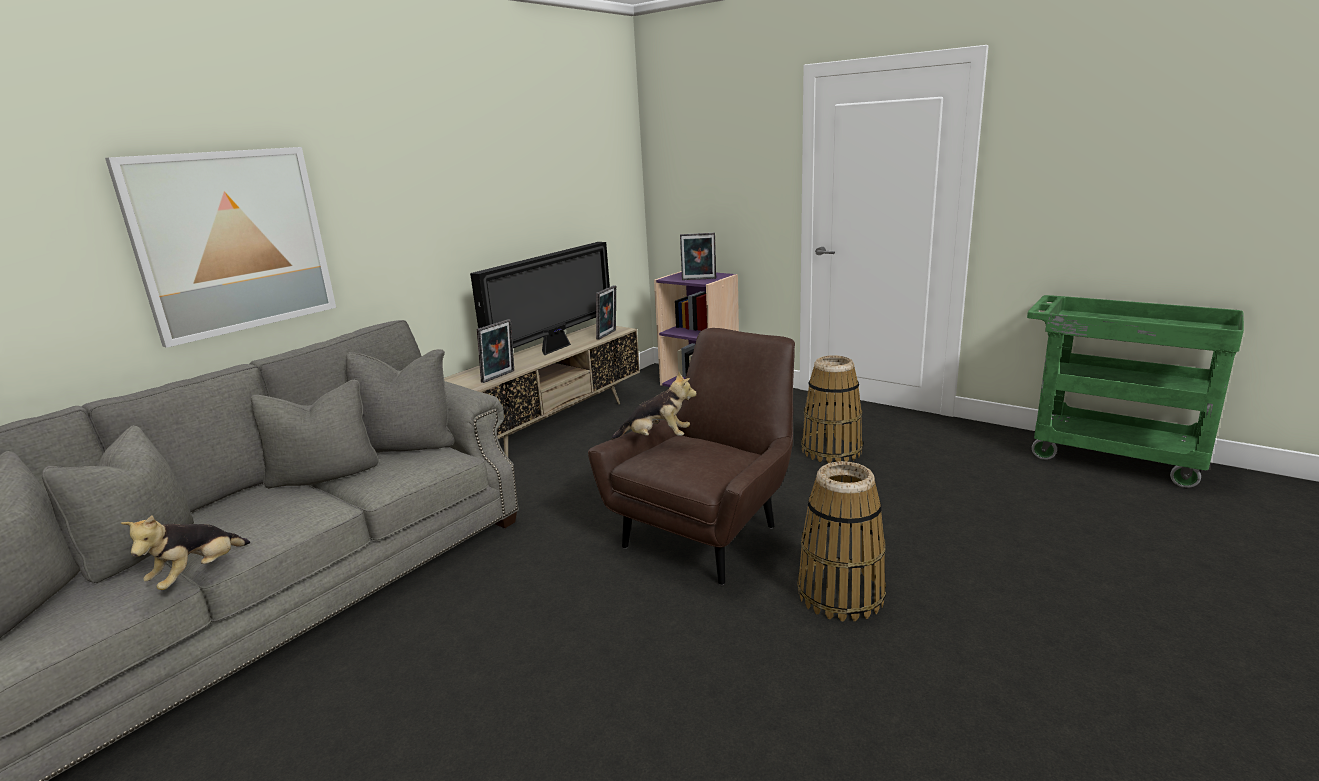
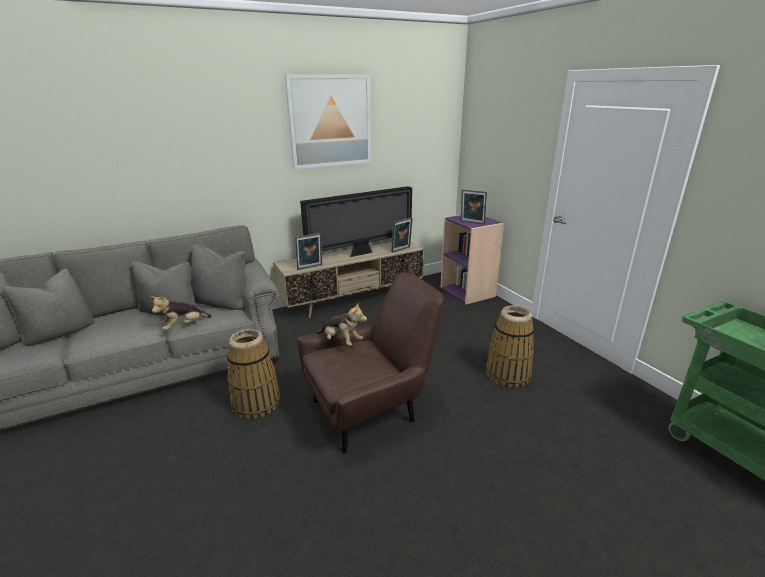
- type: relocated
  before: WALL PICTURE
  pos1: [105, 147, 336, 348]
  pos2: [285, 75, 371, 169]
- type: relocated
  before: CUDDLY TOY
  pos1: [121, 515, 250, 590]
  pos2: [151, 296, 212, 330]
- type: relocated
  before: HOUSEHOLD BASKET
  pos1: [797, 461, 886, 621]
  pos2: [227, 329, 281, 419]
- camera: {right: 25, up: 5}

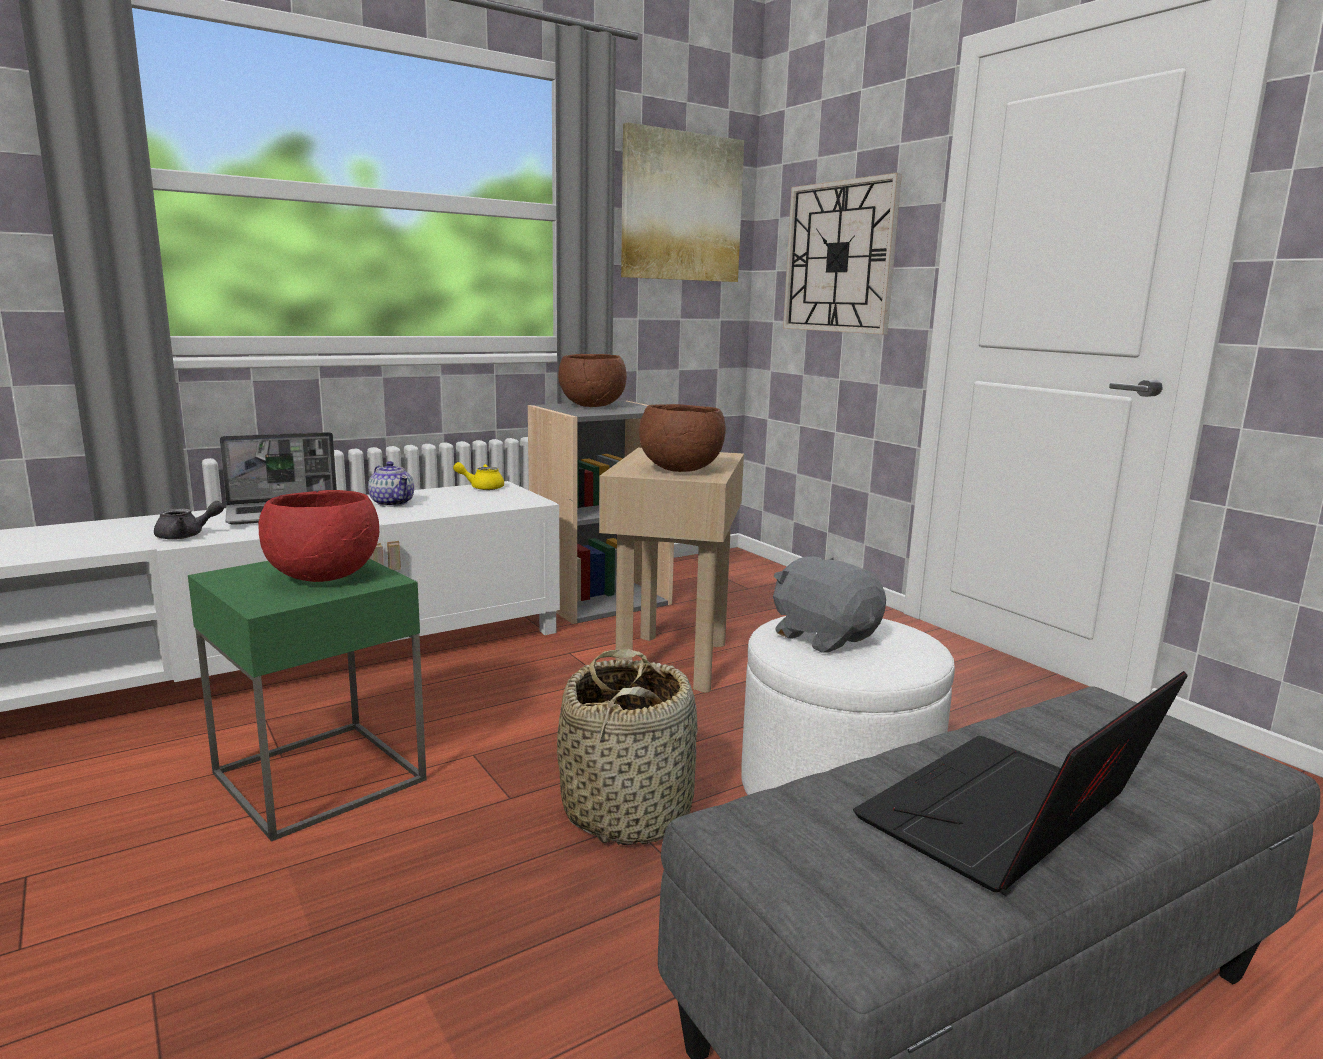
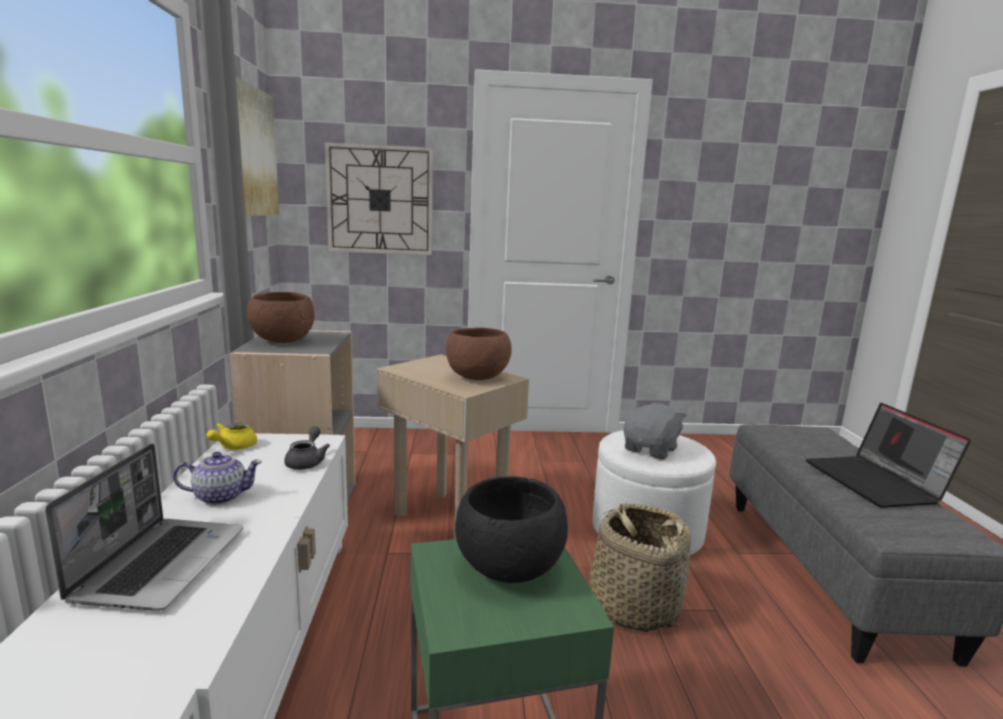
- type: relocated
  before: GREY POT FOR TEA
  pos1: [154, 501, 224, 540]
  pos2: [284, 426, 330, 470]
- type: colour
  before: REDDISH BOWL
  after: BLACK BOWL
  pos1: [258, 490, 379, 582]
  pos2: [455, 476, 568, 583]
- type: spun
  before: GREY CUDDLY TOY
  pos1: [773, 556, 886, 653]
  pos2: [623, 403, 687, 459]
  turn: 135
- camera: {right: -60, up: 0}

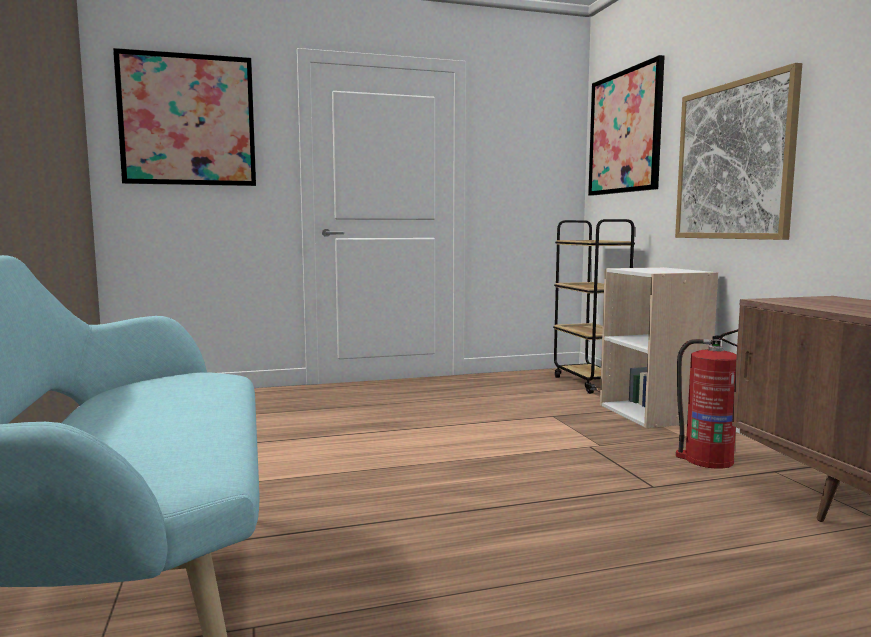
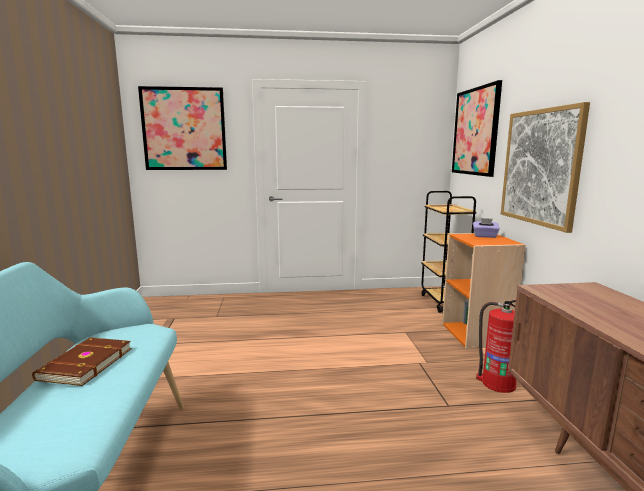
- type: appeared
  after: BROWN-COLOURED BOOK
  pos2: [32, 337, 132, 386]
- type: appeared
  after: PURPLE-COLOURED BOX OF TISSUES
  pos2: [473, 218, 500, 238]
- type: colour
  before: WHITE-COLOURED BOOKSHELF
  after: ORANGE-COLOURED BOOKSHELF
  pos1: [600, 267, 718, 428]
  pos2: [442, 233, 526, 349]
- camera: {right: 10, up: 5}

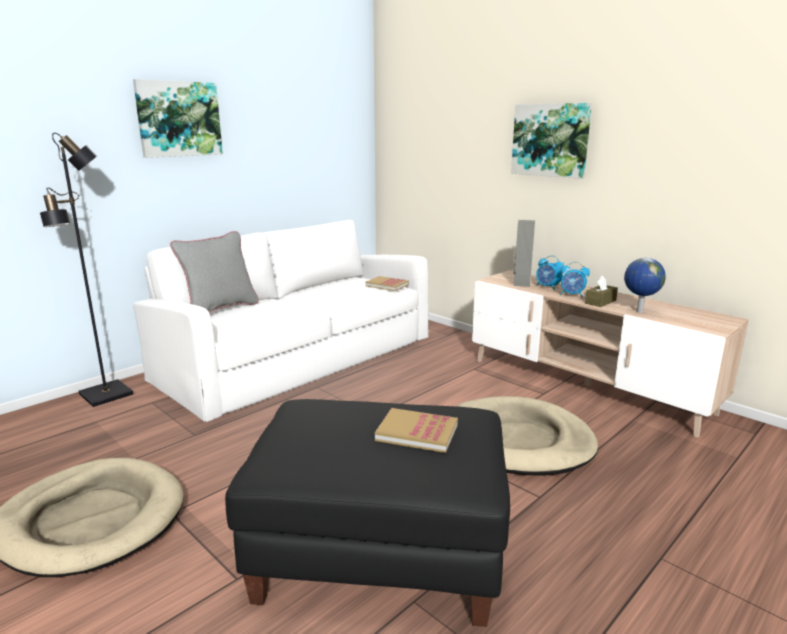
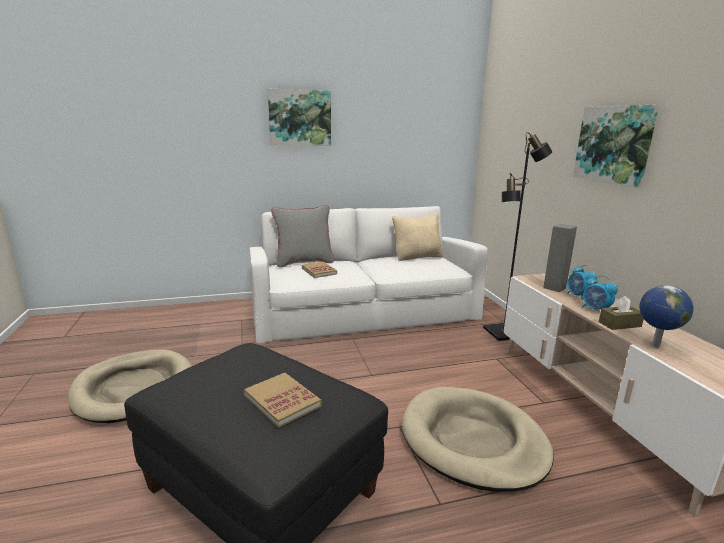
- type: appeared
  after: BEIGE-COLOURED CUSHION
  pos2: [392, 213, 444, 261]
- type: relocated
  before: BLACK STANDARD LAMP
  pos1: [40, 133, 133, 407]
  pos2: [483, 132, 553, 341]
- type: relocated
  before: BOOK
  pos1: [365, 276, 409, 291]
  pos2: [302, 262, 337, 278]
- camera: {right: 30, up: 0}

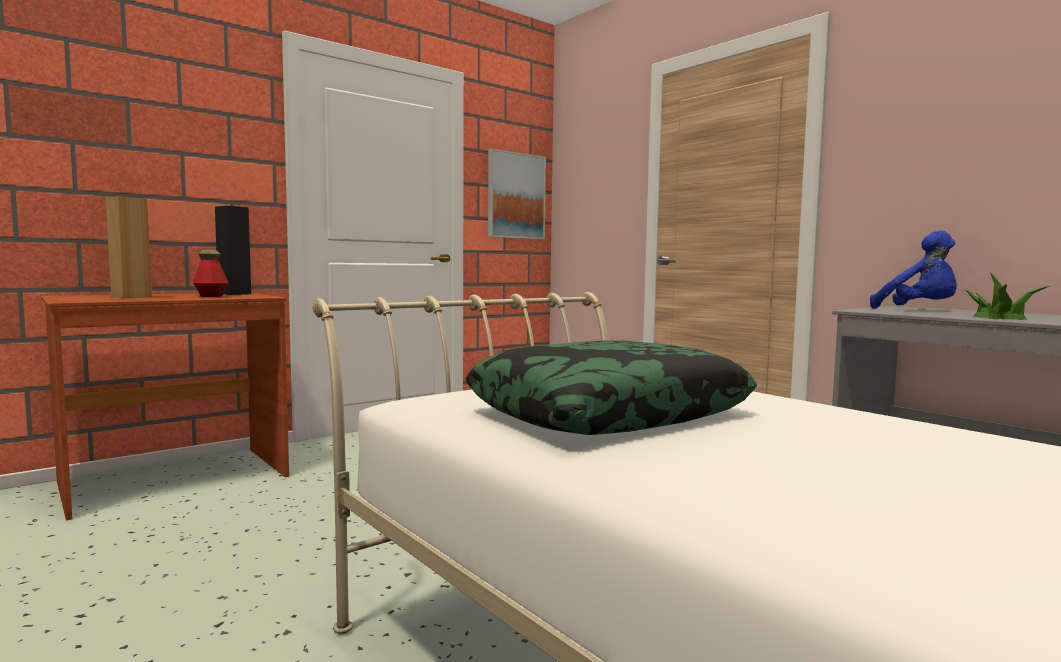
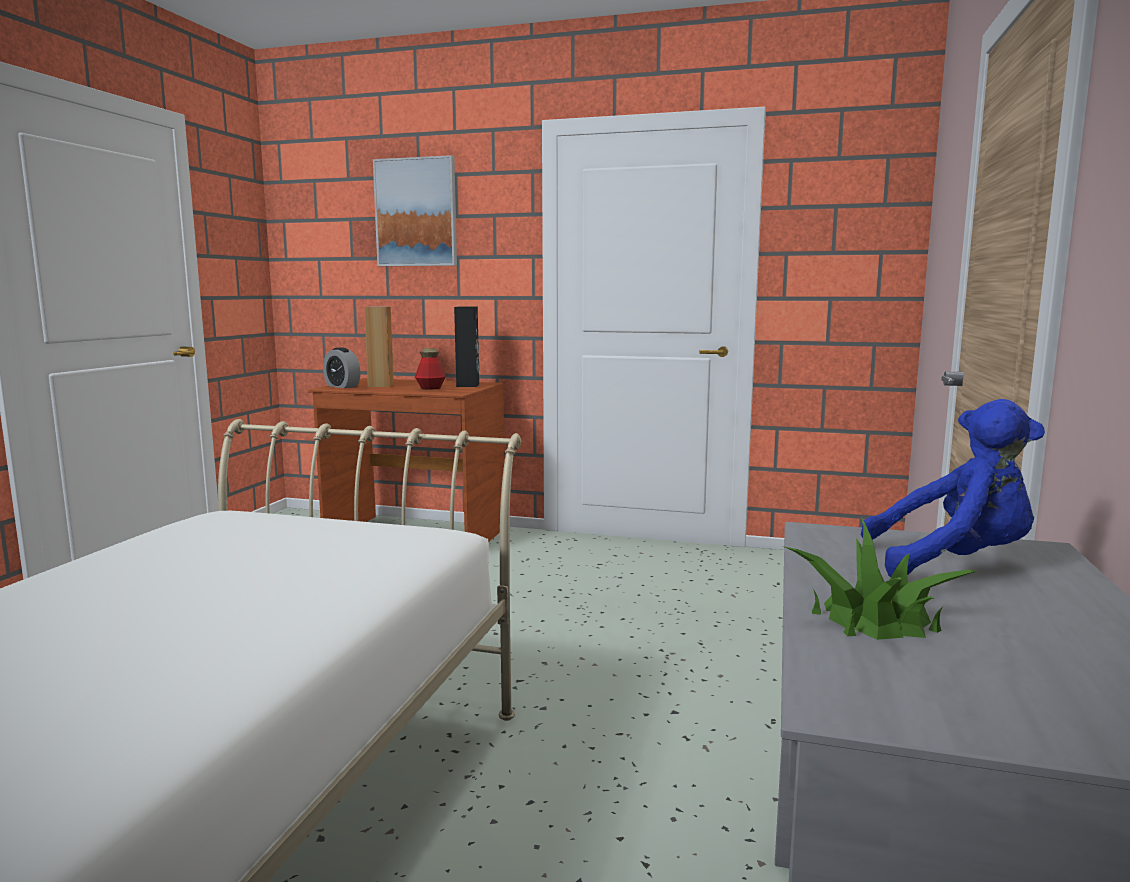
- type: missing
  before: CUSHION
  pos1: [465, 340, 757, 435]
- type: appeared
  after: TABLE CLOCK
  pos2: [323, 347, 360, 388]
- type: relocated
  before: WALL PICTURE
  pos1: [488, 149, 546, 239]
  pos2: [373, 155, 457, 266]
- type: spun
  before: BLUISH CUDDLY TOY
  pos1: [870, 230, 957, 309]
  pos2: [861, 399, 1045, 577]
  turn: -105
- camera: {right: 55, up: 5}

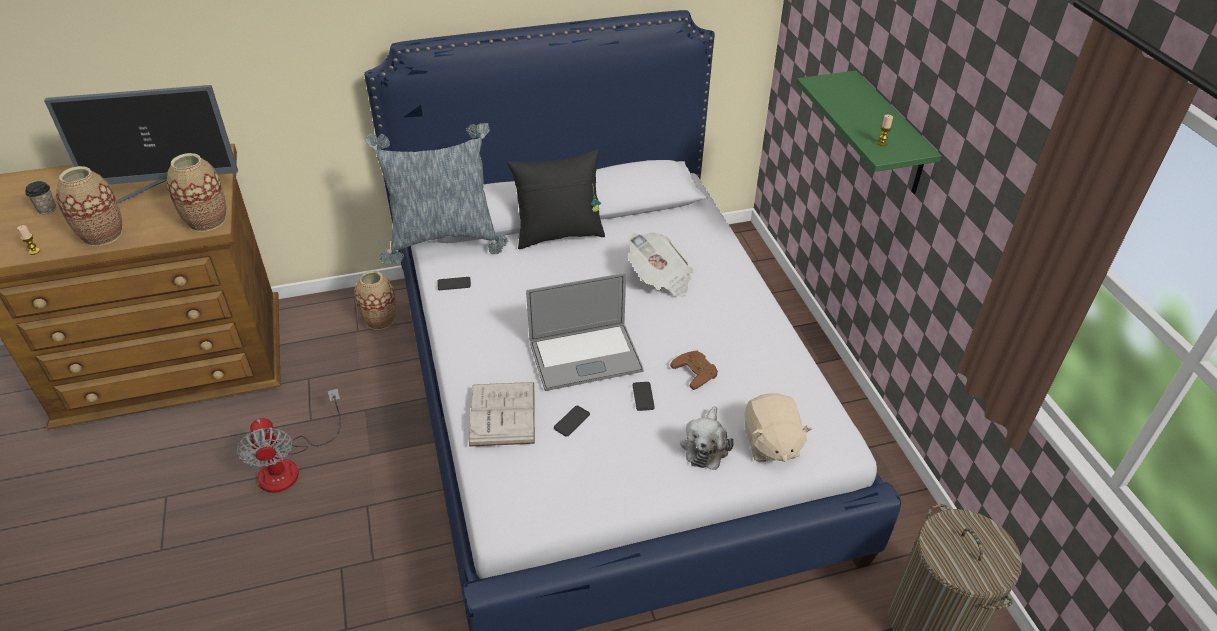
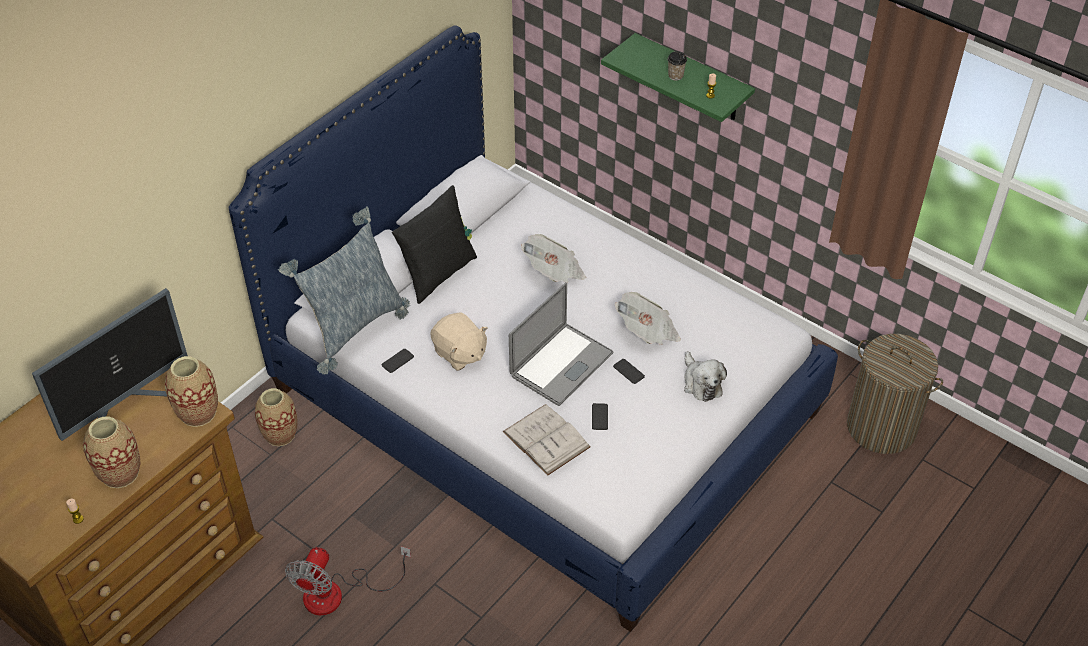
- type: relocated
  before: CUP
  pos1: [25, 181, 56, 214]
  pos2: [667, 51, 687, 81]
- type: relocated
  before: BEIGE-COLOURED CUDDLY TOY
  pos1: [744, 393, 812, 462]
  pos2: [430, 312, 488, 371]
- type: exchanged
  before: BROWN-COLOURED JOYPAD
  after: PRINTED PAPER
  pos1: [670, 350, 718, 390]
  pos2: [615, 292, 681, 345]
- type: spun
  before: COOLING FAN
  pos1: [237, 389, 341, 493]
  pos2: [285, 546, 411, 615]
  turn: 75
- camera: {right: -35, up: 5}

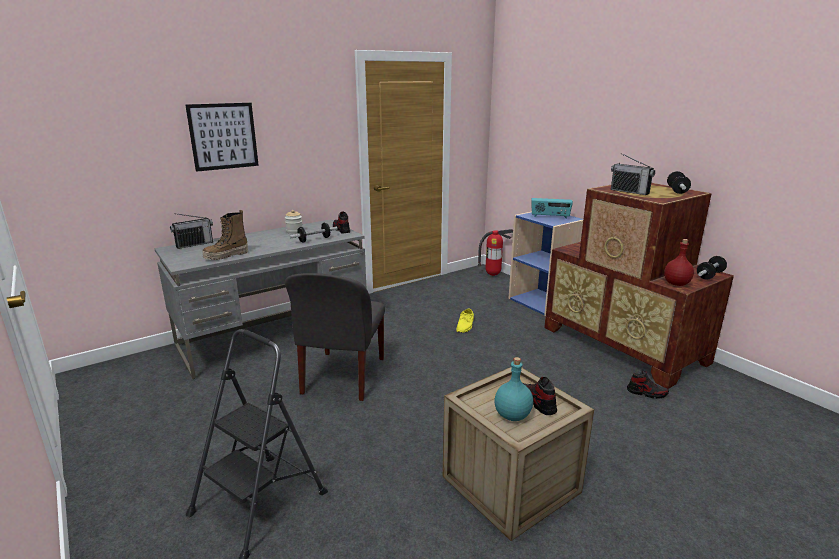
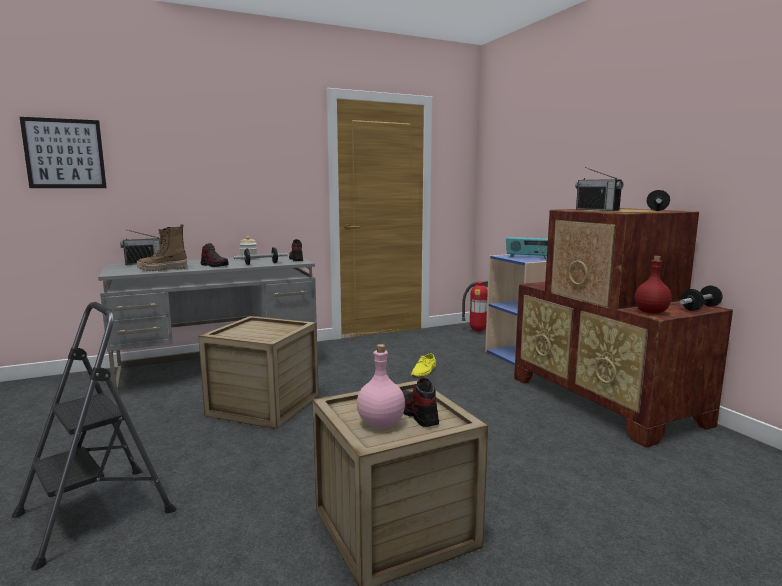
- type: relocated
  before: WALL PICTURE
  pos1: [185, 103, 259, 172]
  pos2: [20, 117, 107, 188]
- type: relocated
  before: ITEM OF FOOTWEAR
  pos1: [627, 370, 669, 399]
  pos2: [201, 243, 228, 267]
- type: exchanged
  before: GREY PLAIN CHAIR
  after: SHIPPING CRATE
  pos1: [285, 273, 385, 401]
  pos2: [198, 316, 319, 429]
- type: colour
  before: TURQUOISE BOTTLE
  after: PINK BOTTLE
  pos1: [495, 357, 533, 421]
  pos2: [357, 344, 405, 429]
- camera: {right: 10, up: -10}

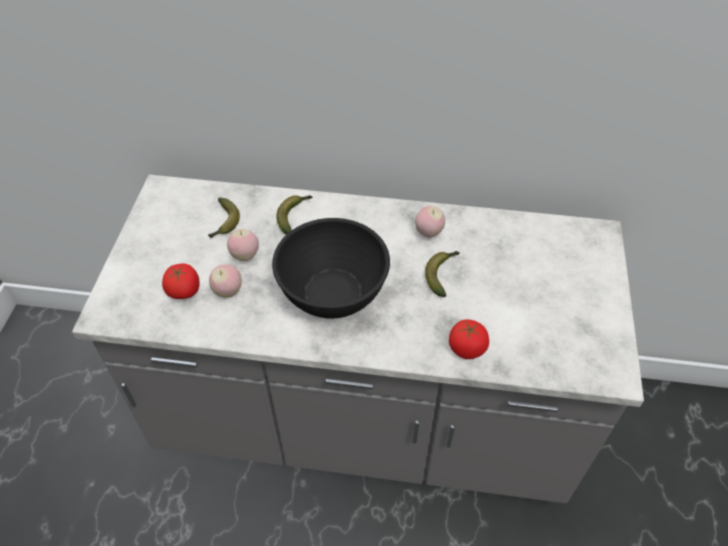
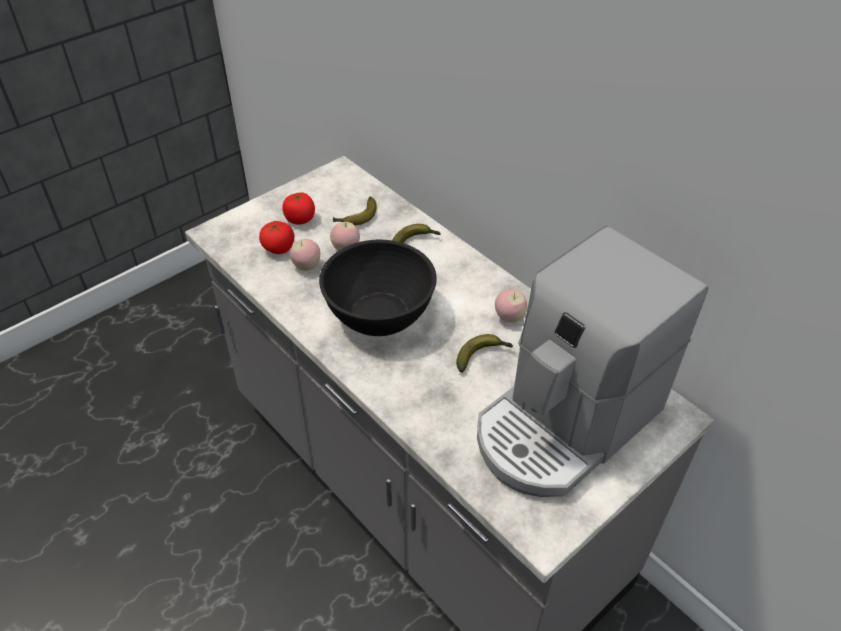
- type: appeared
  after: COFFEE MACHINE
  pos2: [477, 226, 708, 497]
- type: relocated
  before: TOMATO
  pos1: [449, 320, 489, 359]
  pos2: [282, 192, 315, 225]
- camera: {right: 40, up: -5}

